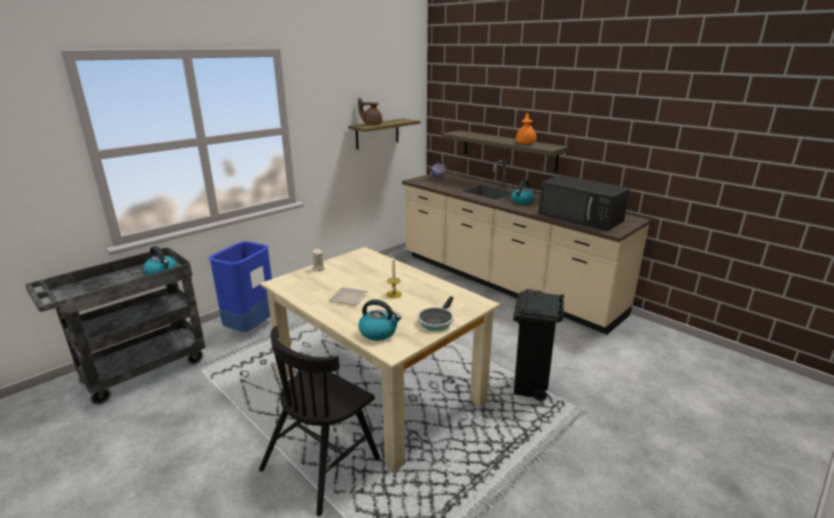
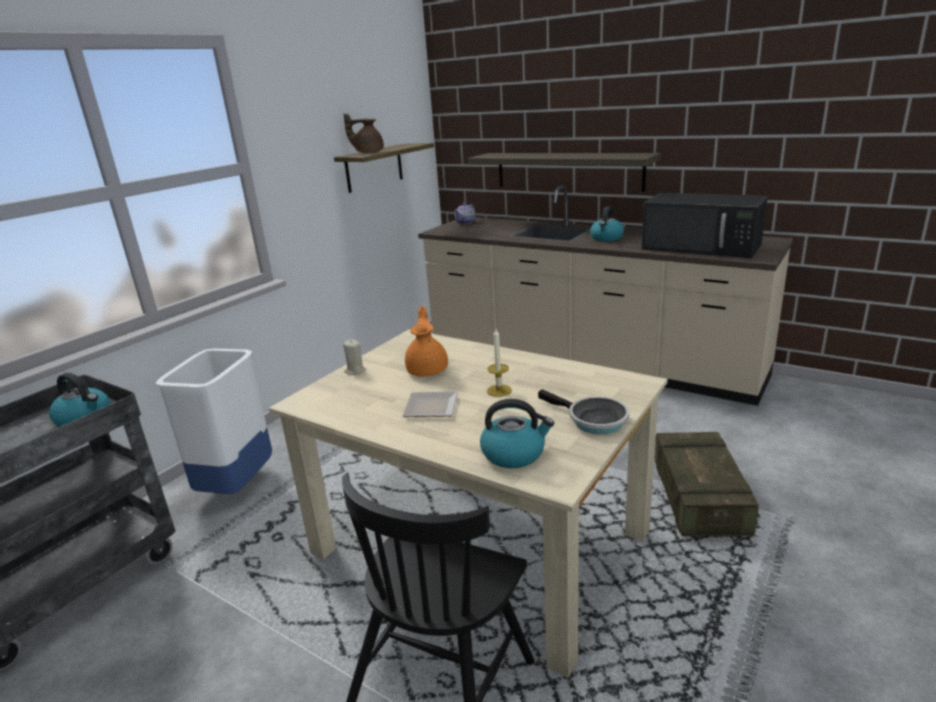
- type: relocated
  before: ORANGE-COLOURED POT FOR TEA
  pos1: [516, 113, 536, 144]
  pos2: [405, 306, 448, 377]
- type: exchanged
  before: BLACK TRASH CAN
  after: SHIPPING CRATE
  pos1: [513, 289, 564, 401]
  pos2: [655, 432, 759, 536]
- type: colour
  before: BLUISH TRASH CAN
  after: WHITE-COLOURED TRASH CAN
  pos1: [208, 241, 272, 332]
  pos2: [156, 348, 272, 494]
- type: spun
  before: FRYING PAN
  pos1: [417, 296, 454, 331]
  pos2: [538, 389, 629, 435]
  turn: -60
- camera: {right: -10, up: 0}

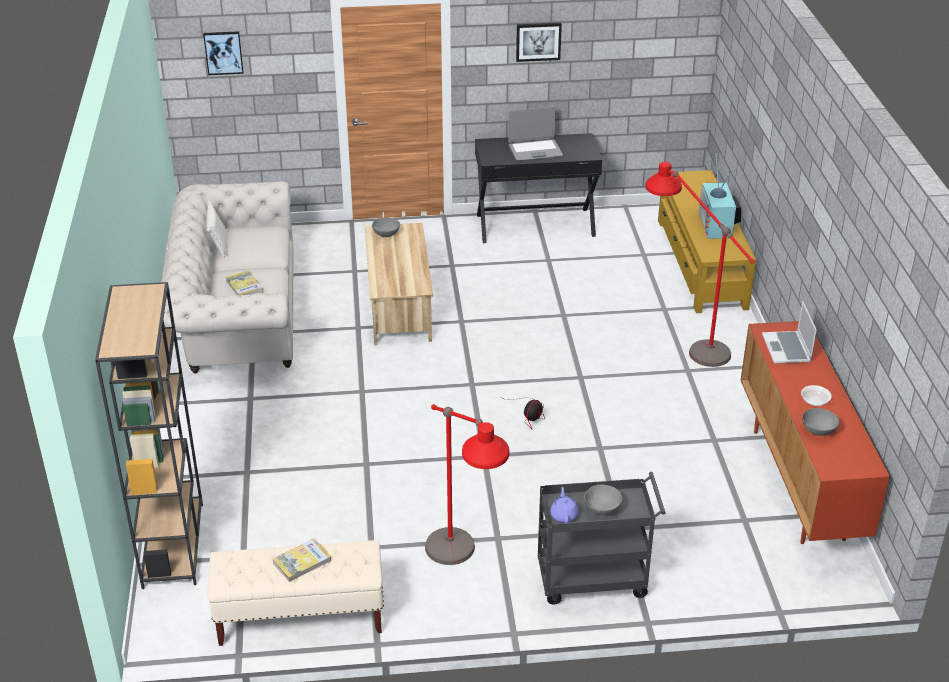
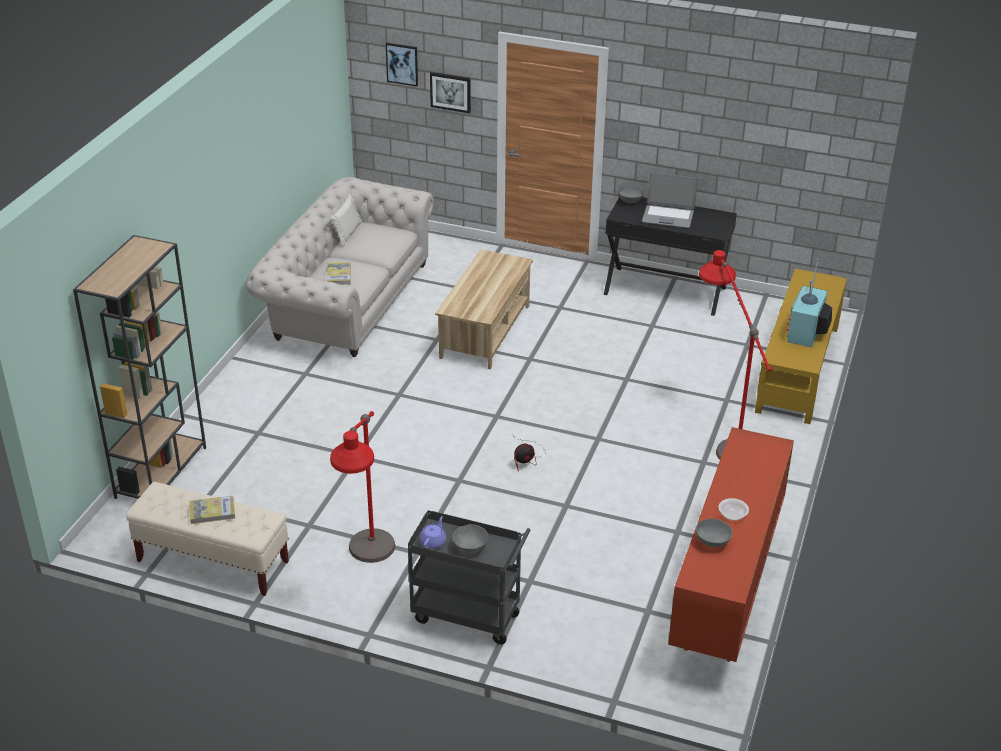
- type: missing
  before: PORTABLE COMPUTER
  pos1: [762, 301, 817, 364]
- type: relocated
  before: GREY BOWL
  pos1: [372, 218, 400, 237]
  pos2: [618, 185, 644, 203]
- type: relocated
  before: WALL PICTURE
  pos1: [516, 23, 562, 62]
  pos2: [430, 72, 471, 113]
- camera: {right: 25, up: 0}

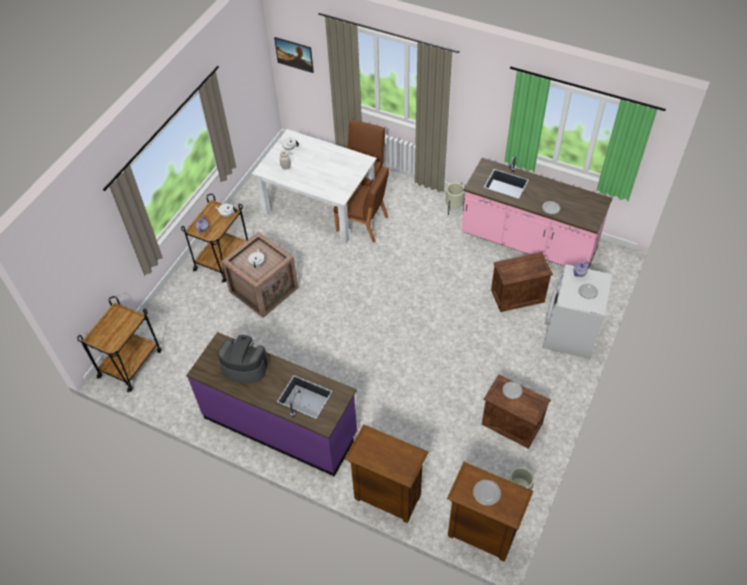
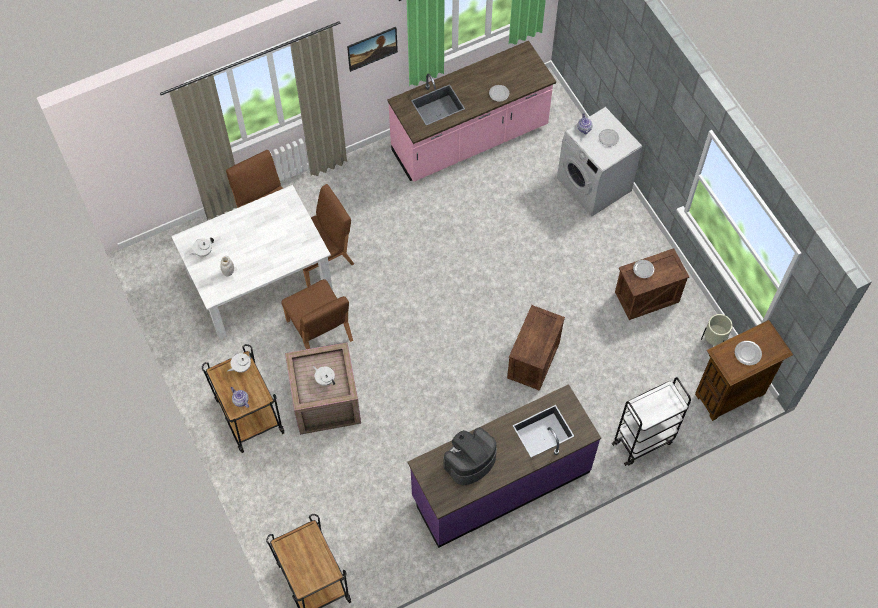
- type: missing
  before: BEIGE-COLOURED FLOWER POT
  pos1: [446, 183, 465, 215]
- type: appeared
  after: BROWN-COLOURED PLAIN CHAIR
  pos2: [281, 279, 353, 349]
- type: relocated
  before: WALL PICTURE
  pos1: [274, 37, 314, 73]
  pos2: [347, 27, 398, 72]
- type: relocated
  before: SHIPPING CRATE
  pos1: [491, 252, 553, 312]
  pos2: [507, 305, 565, 391]
- type: exchanged
  before: BROWN-COLOURED STORAGE CABINET
  after: WHITE-COLOURED TROLLEY
  pos1: [345, 424, 428, 523]
  pos2: [612, 377, 691, 466]
- camera: {right: -55, up: 10}

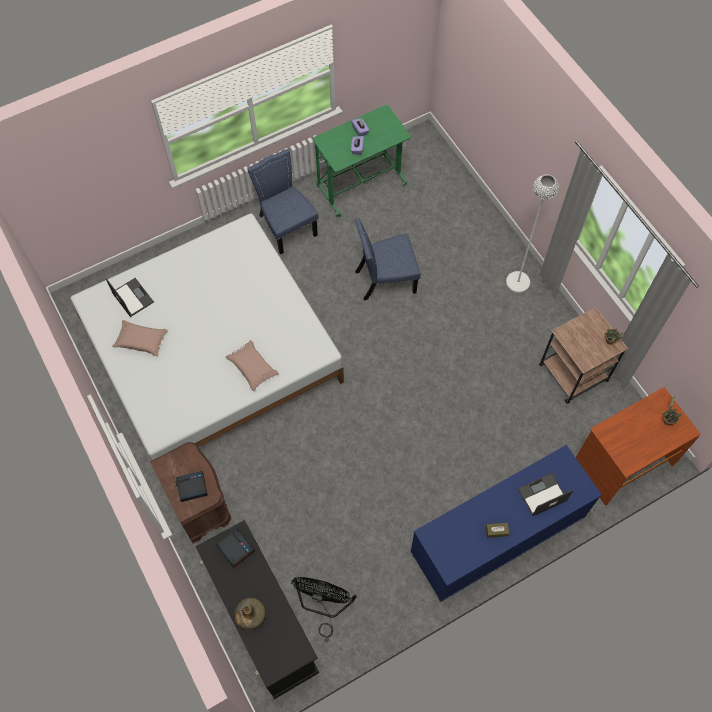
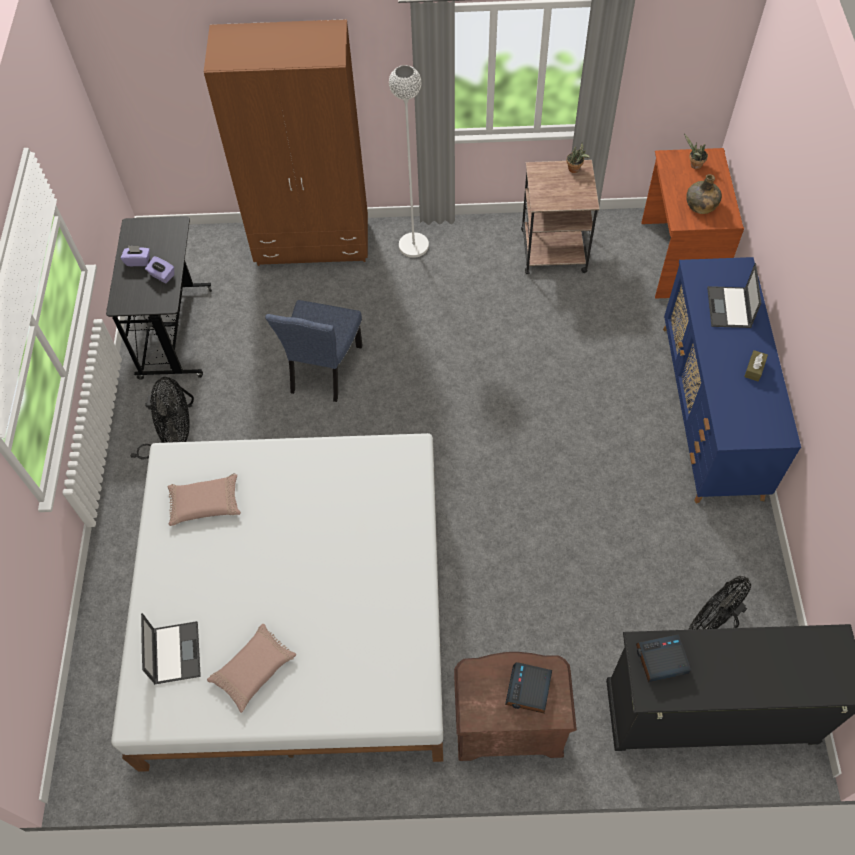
- type: appeared
  after: BROWN-COLOURED ARMOIRE
  pos2: [204, 19, 368, 266]
- type: relocated
  before: BEIGE-COLOURED CUSHION
  pos1: [226, 340, 279, 391]
  pos2: [168, 473, 241, 526]
- type: relocated
  before: GREEN BOTTLE
  pos1: [234, 598, 266, 630]
  pos2: [686, 174, 722, 214]
- type: exchanged
  before: BLUISH PLAIN CHAIR
  after: BLACK COOLING FAN
  pos1: [247, 149, 319, 255]
  pos2: [130, 377, 194, 460]
- type: colour
  before: GREEN DESK
  after: BLACK DESK
  pos1: [313, 105, 411, 217]
  pos2: [106, 216, 212, 380]
- type: spun
  before: PORTABLE COMPUTER
  pos1: [106, 278, 154, 317]
  pos2: [141, 613, 201, 685]
  turn: 90
- camera: {right: -60, up: -5}

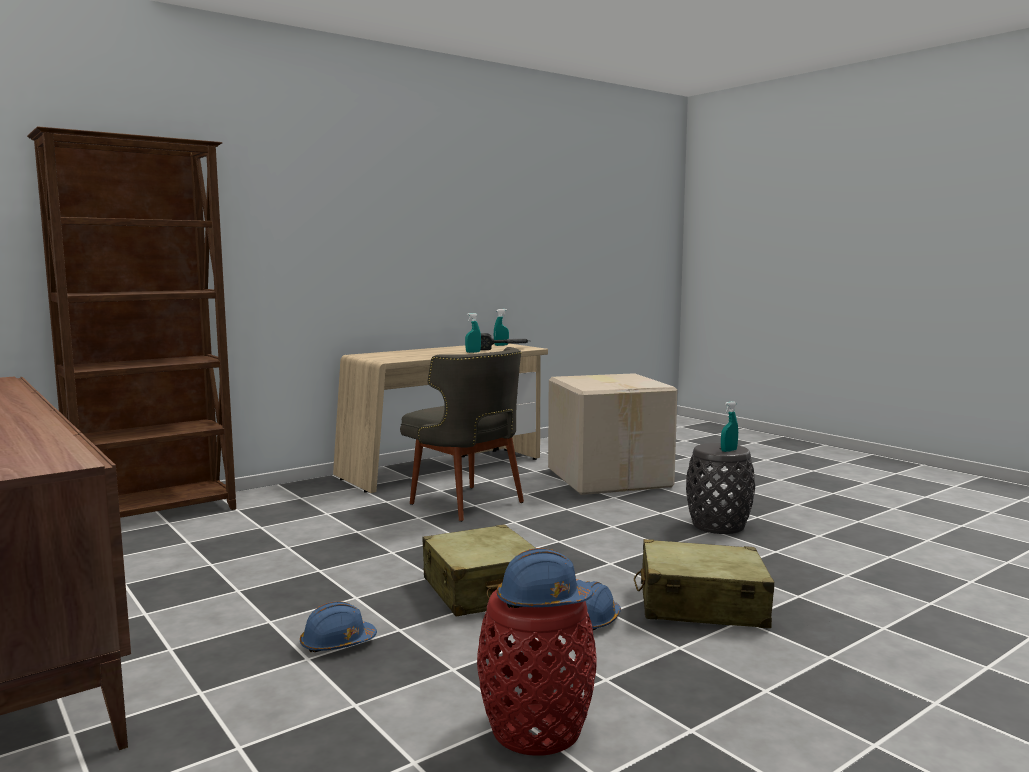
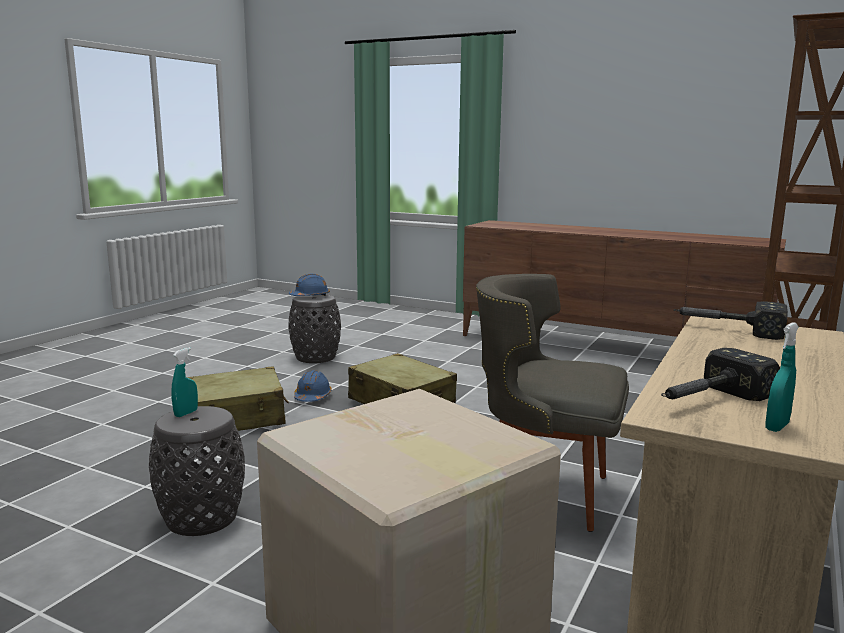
- type: missing
  before: BLUISH HARD HAT
  pos1: [300, 601, 377, 653]
- type: missing
  before: TURQUOISE SPRAY BOTTLE
  pos1: [465, 313, 481, 353]
- type: appeared
  after: HAND HAMMER
  pos2: [674, 301, 788, 340]
- type: colour
  before: REDDISH SITTING STOOL
  after: GREY SITTING STOOL
  pos1: [477, 590, 596, 756]
  pos2: [288, 294, 341, 363]
- camera: {right: 155, up: 5}

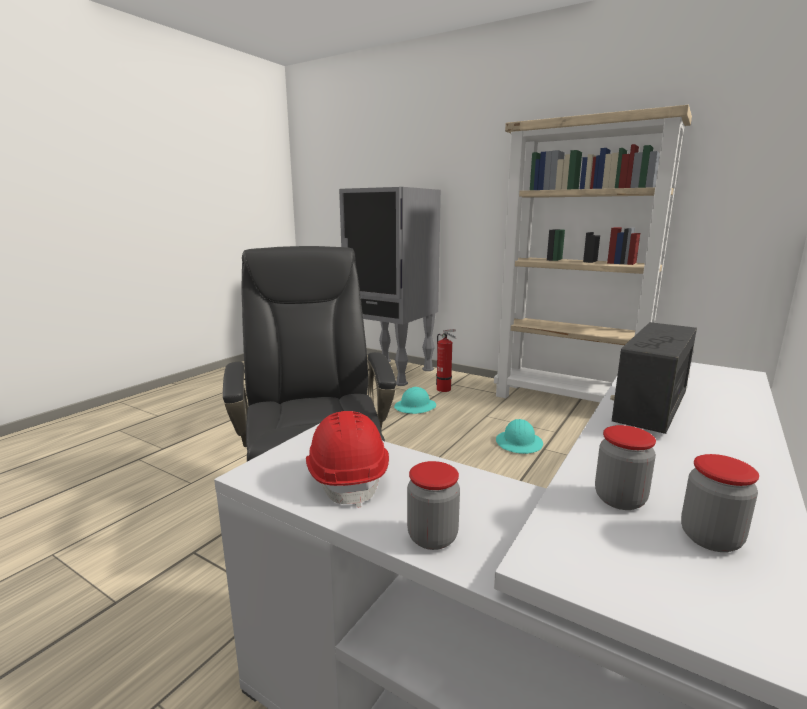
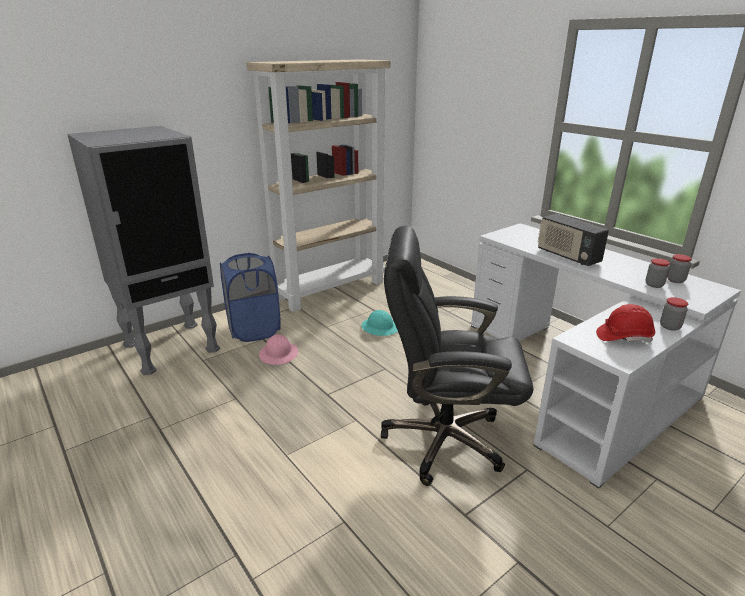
- type: exchanged
  before: EXTINGUISHER
  after: BLUISH HAMPER
  pos1: [436, 329, 456, 392]
  pos2: [220, 253, 281, 342]
- type: colour
  before: TURQUOISE HARD HAT
  after: PINK HARD HAT
  pos1: [394, 387, 436, 414]
  pos2: [259, 334, 298, 365]
- camera: {right: -70, up: 10}

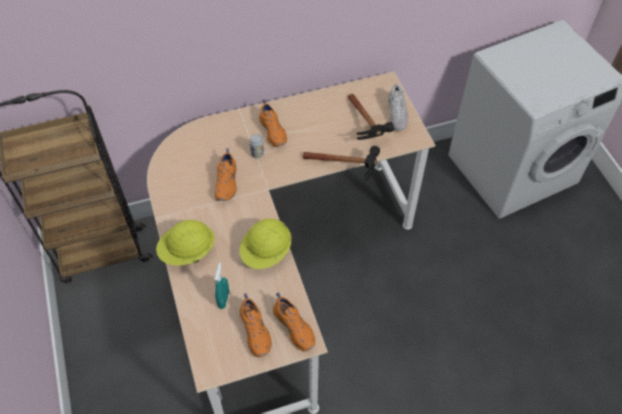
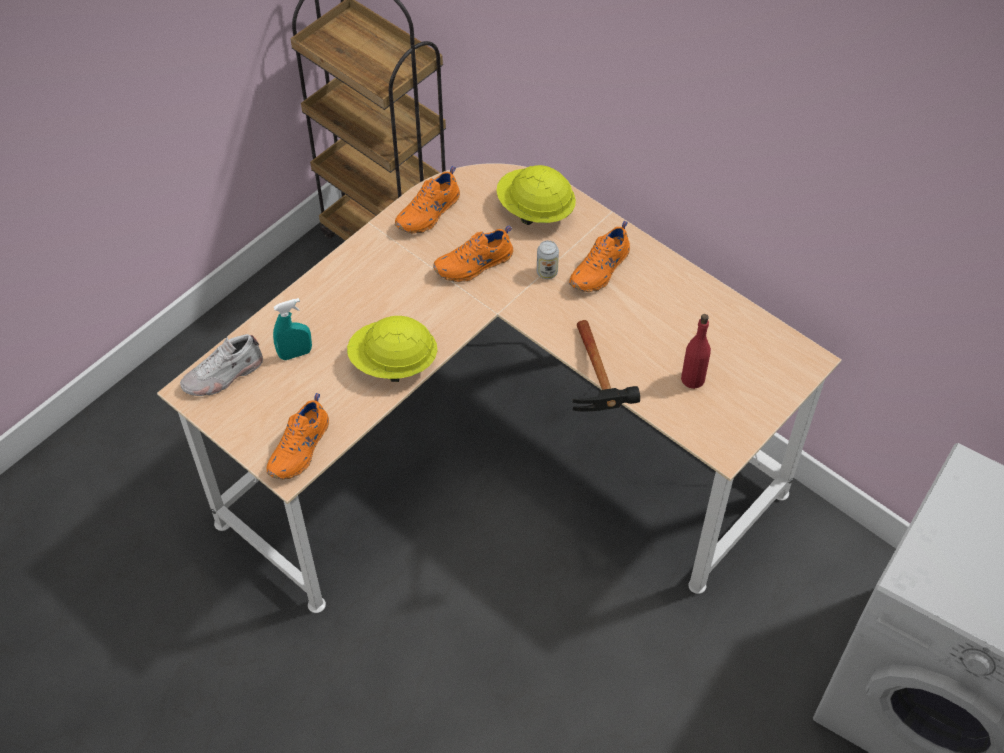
- type: relocated
  before: YELLOWISH HARD HAT
  pos1: [156, 220, 215, 266]
  pos2: [496, 165, 576, 225]
- type: relocated
  before: ORANGE-COLOURED ITEM OF FOOTWEAR
  pos1: [240, 293, 272, 357]
  pos2: [395, 166, 460, 234]
- type: relocated
  before: WHITE-COLOURED ITEM OF FOOTWEAR
  pos1: [388, 84, 409, 131]
  pos2: [180, 334, 263, 396]
- type: exchanged
  before: HAND HAMMER
  after: REDDISH BOTTLE
  pos1: [348, 94, 394, 140]
  pos2: [681, 314, 711, 389]
- camera: {right: 60, up: 0}

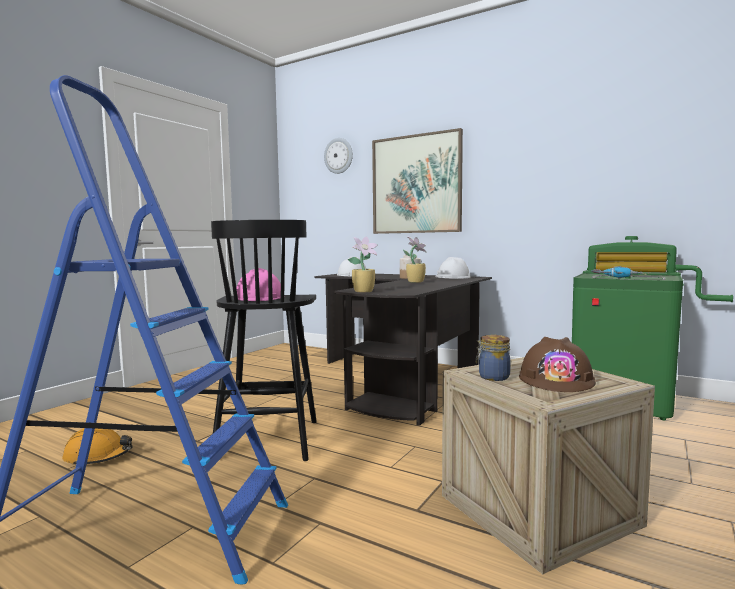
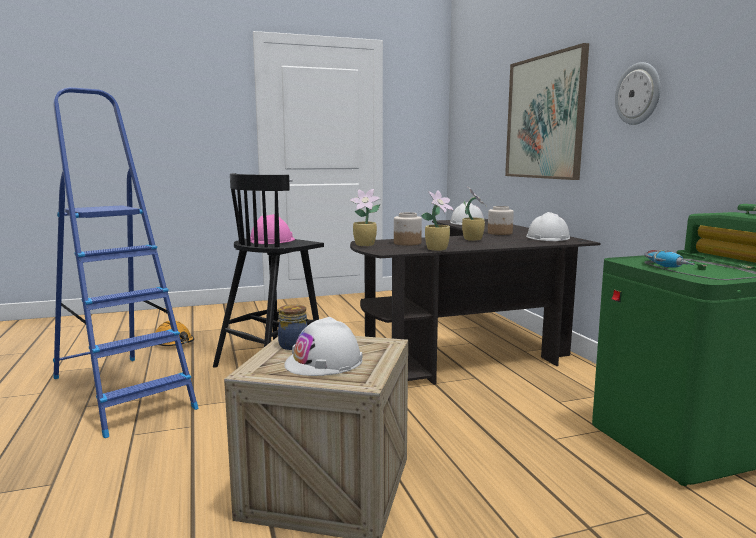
- type: appeared
  after: PRESERVE JAR
  pos2: [394, 212, 422, 246]
- type: appeared
  after: POTTED PLANT
  pos2: [421, 190, 454, 251]
- type: relocated
  before: WALL CLOCK
  pos1: [324, 138, 353, 174]
  pos2: [615, 62, 661, 125]
- type: colour
  before: BROWN-COLOURED HARD HAT
  after: WHITE-COLOURED HARD HAT
  pos1: [519, 337, 596, 392]
  pos2: [284, 317, 363, 376]
- camera: {right: 40, up: 5}

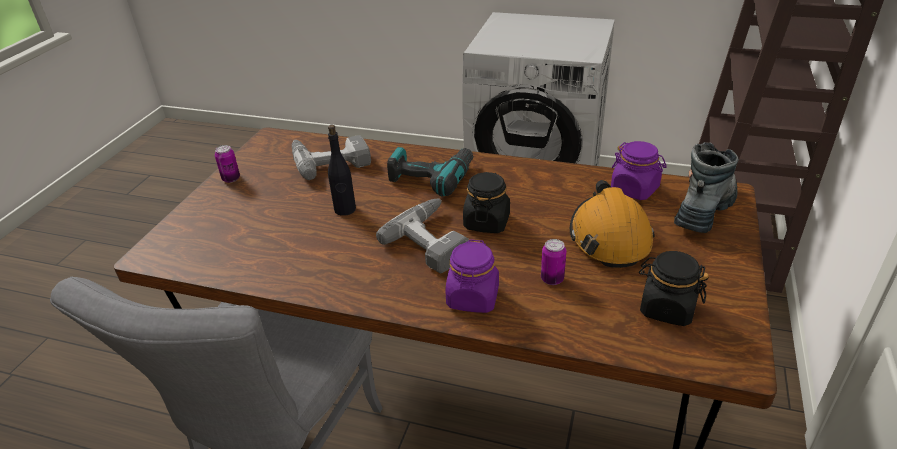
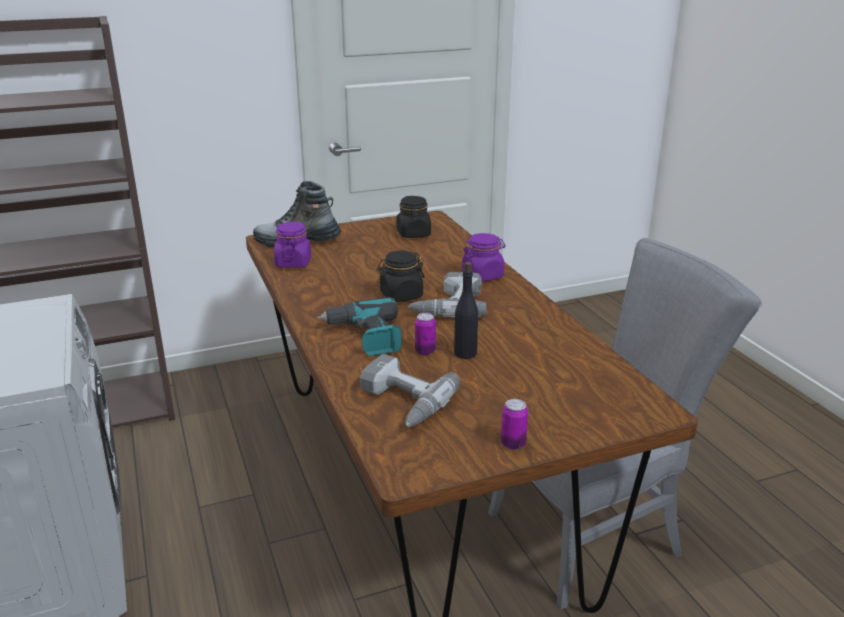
- type: missing
  before: ORANGE-COLOURED HARD HAT
  pos1: [570, 180, 655, 268]
- type: relocated
  before: CAN
  pos1: [541, 239, 567, 285]
  pos2: [415, 313, 436, 355]
- camera: {right: -130, up: -10}

